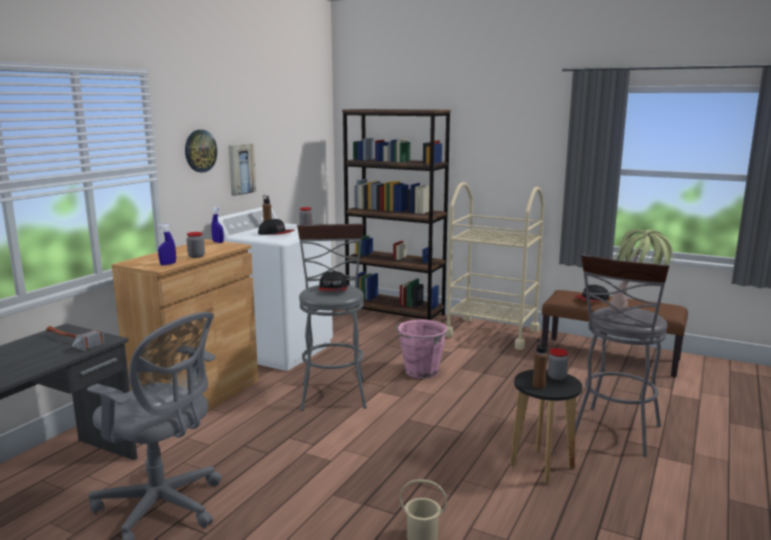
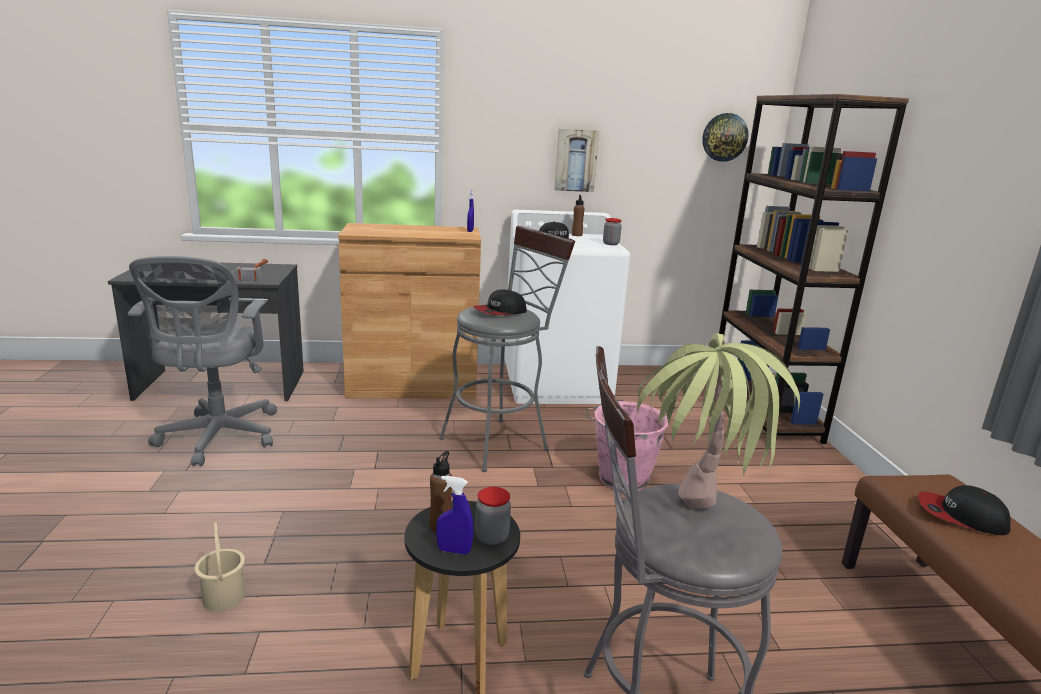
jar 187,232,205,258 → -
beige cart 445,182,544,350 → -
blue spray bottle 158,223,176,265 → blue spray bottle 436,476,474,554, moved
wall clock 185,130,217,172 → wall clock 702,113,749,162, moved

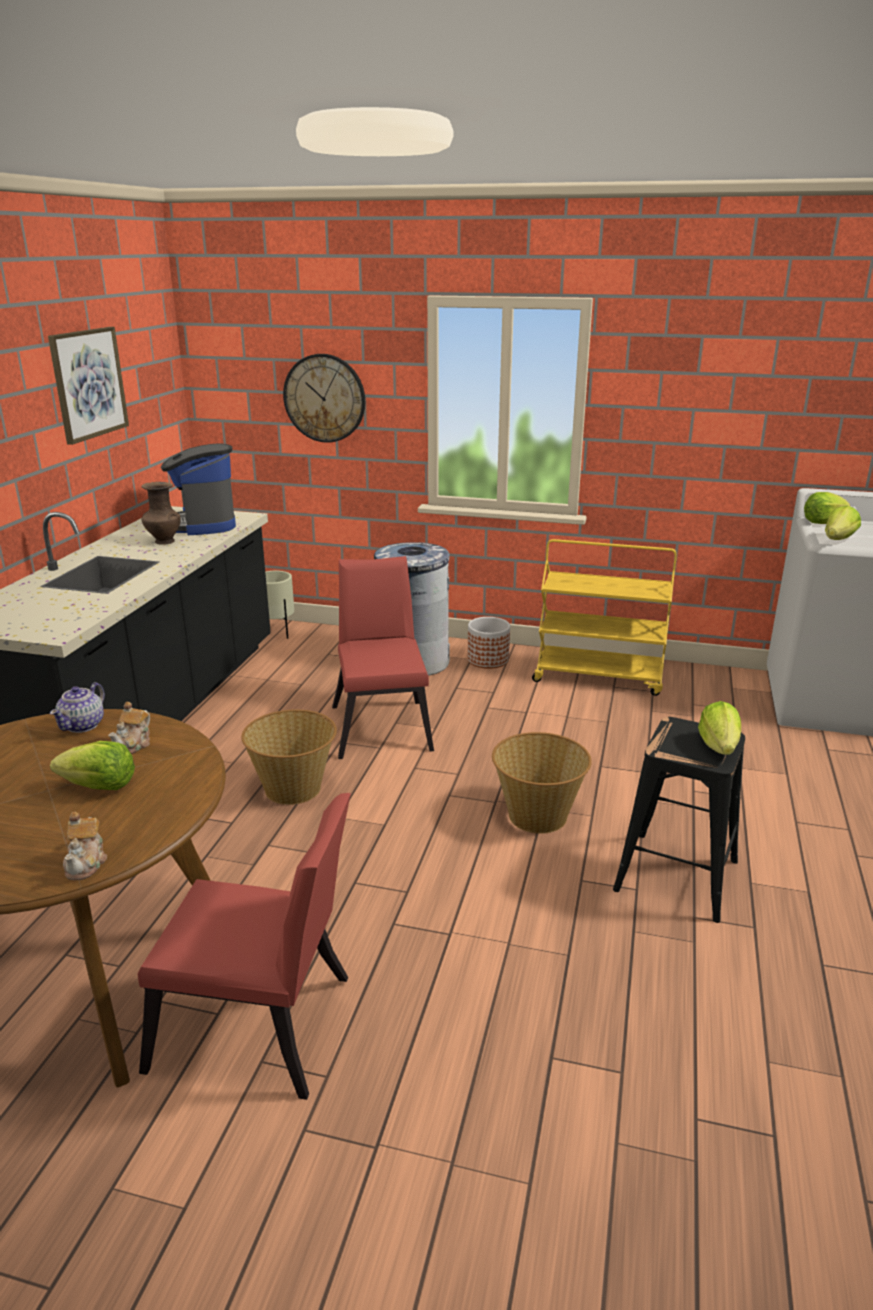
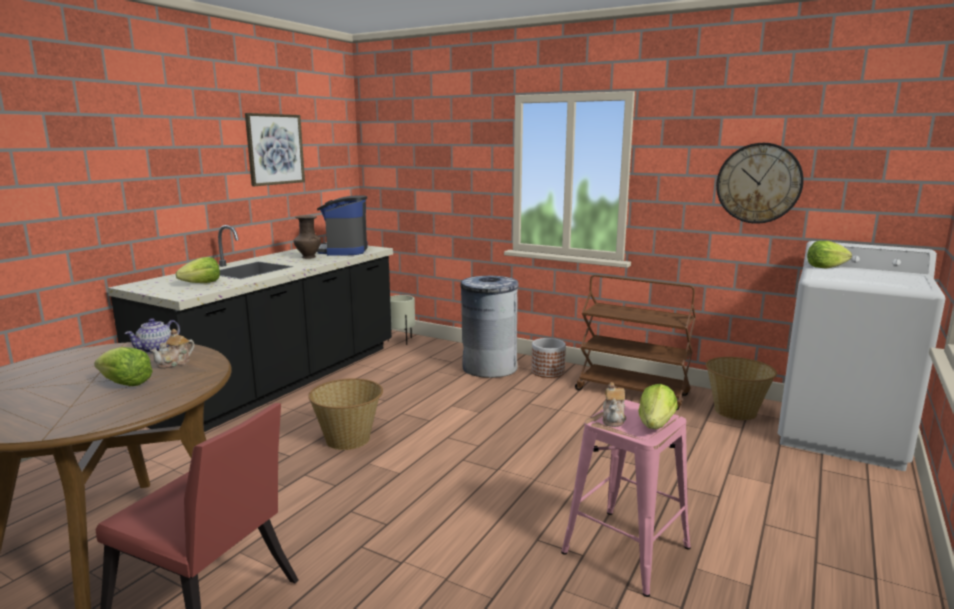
red chair 332,556,434,759 → -
teapot 63,812,107,880 → teapot 603,382,626,427, moved
wall clock 283,354,365,443 → wall clock 716,143,804,224, moved
basket 492,732,592,834 → basket 706,357,777,420, moved
lettuce 825,506,861,540 → lettuce 176,257,220,283, moved
yellow cart 532,539,677,696 → brown cart 575,275,696,410
black stool 613,717,745,923 → pink stool 561,400,691,597

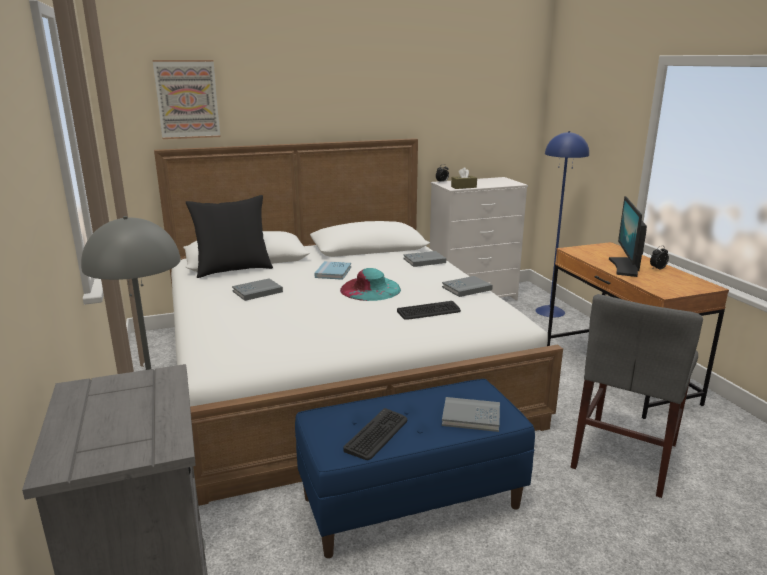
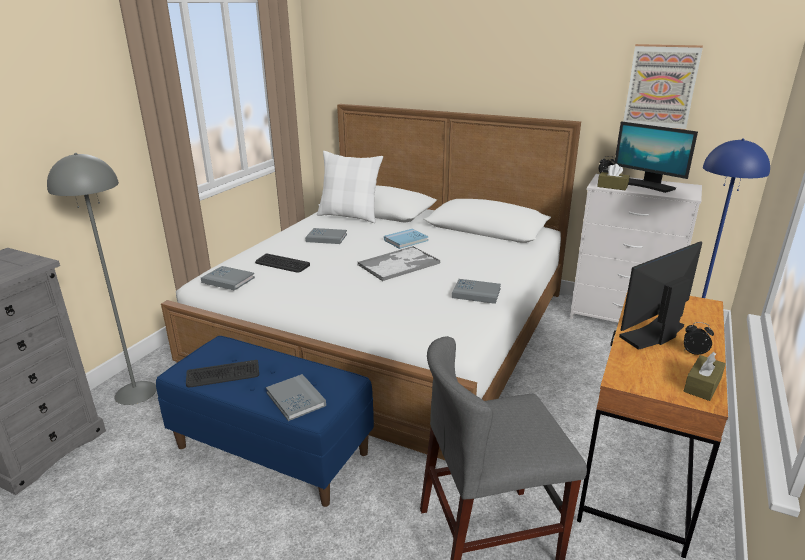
- → monitor 614,121,698,193
- → brown tissue box 684,352,726,401
picture 153,60,220,139 → picture 623,44,703,130, moved
keyboard 397,301,461,320 → keyboard 255,254,310,273, moved
grey book 403,251,446,267 → grey book 201,266,255,291, moved
turquoise hat 340,268,401,301 → tray 357,246,440,281
black pillow 186,195,273,278 → white pillow 317,151,383,223

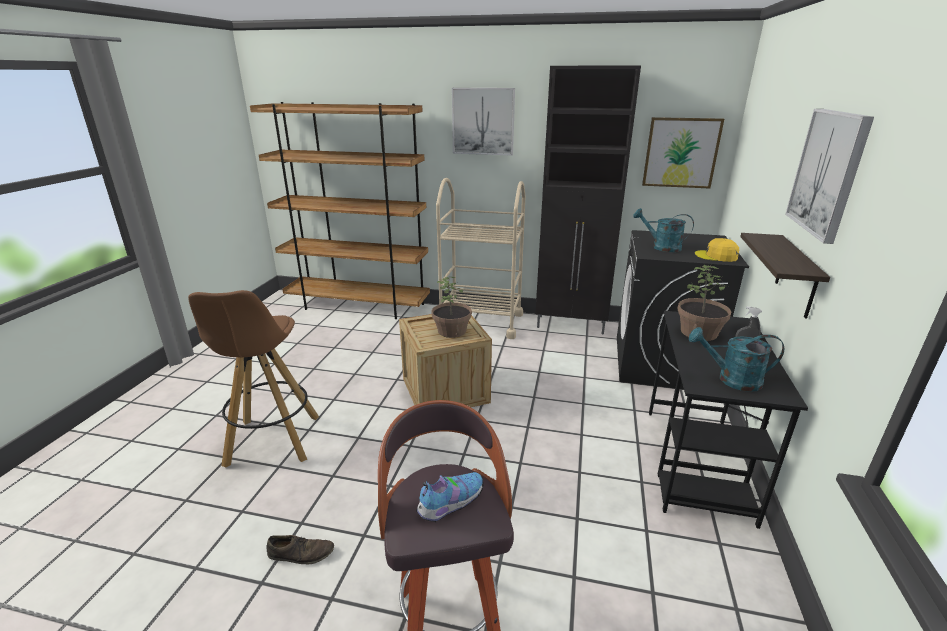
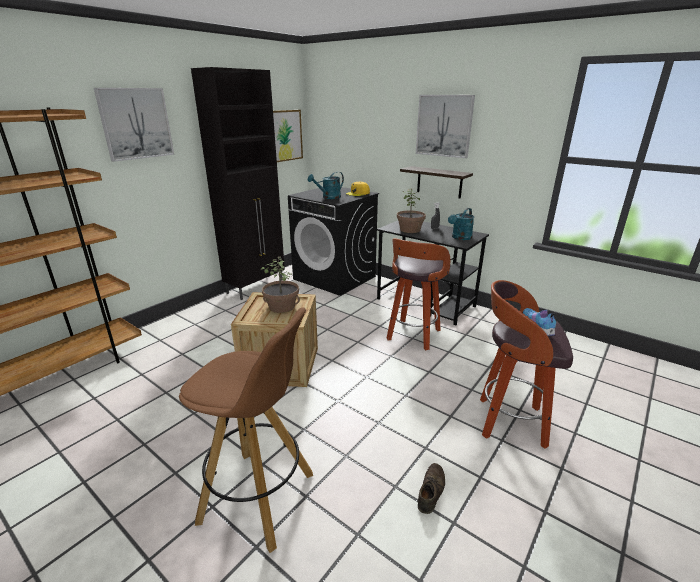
beige cart 436,178,526,339 → -
- → stool 386,238,451,350

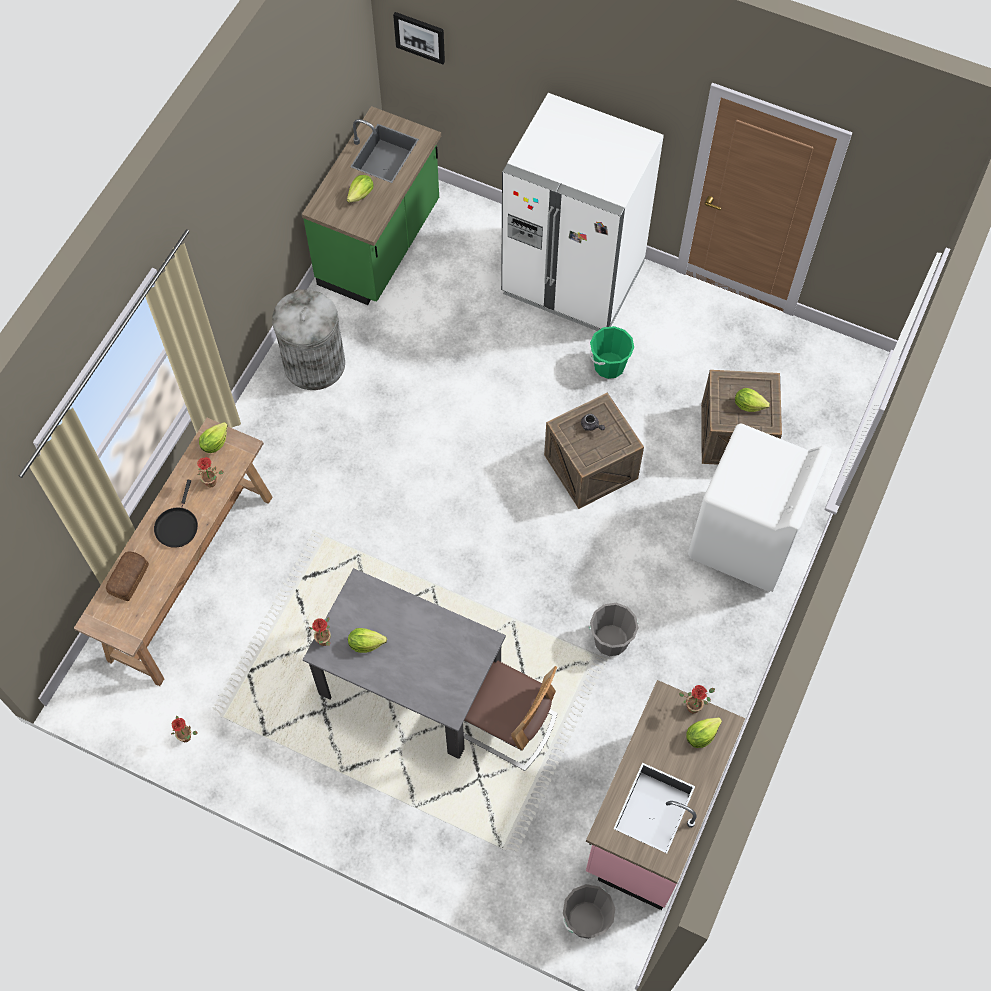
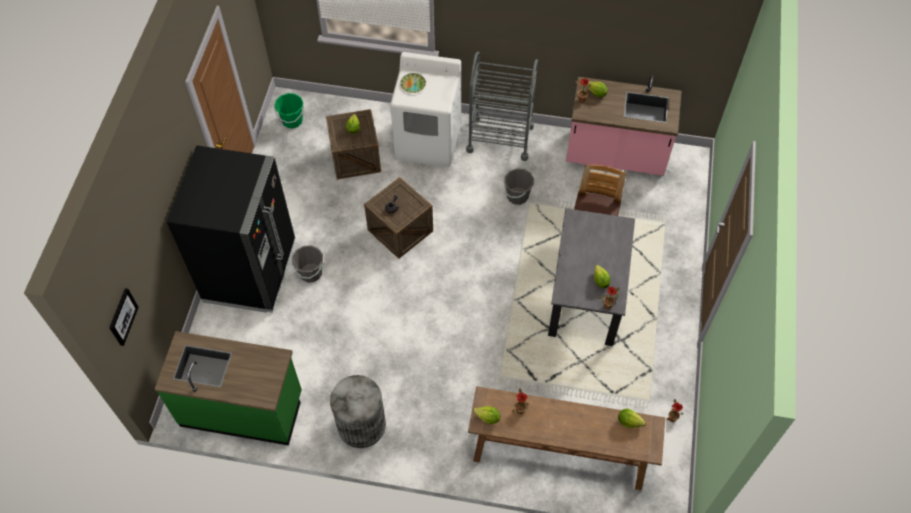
bread 106,551,149,601 → -
black frying pan 154,480,198,548 → -
- → plate 400,73,426,93
- → grey cart 466,52,538,161
lettuce 347,175,374,203 → lettuce 618,408,646,428, moved
grey bucket 562,884,615,939 → grey bucket 292,245,323,283, moved
green bucket 590,326,634,379 → green bucket 274,93,304,128, moved
white fridge 501,93,664,331 → black fridge 167,145,295,313

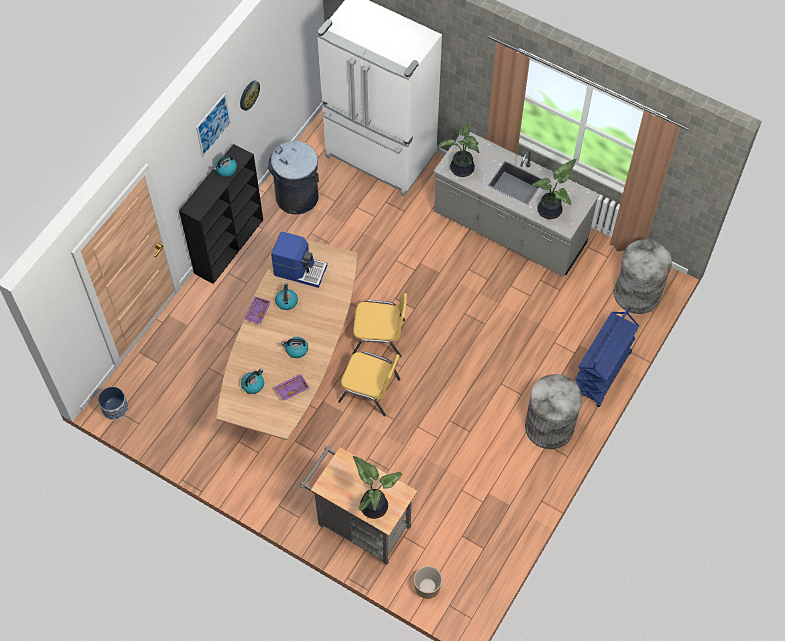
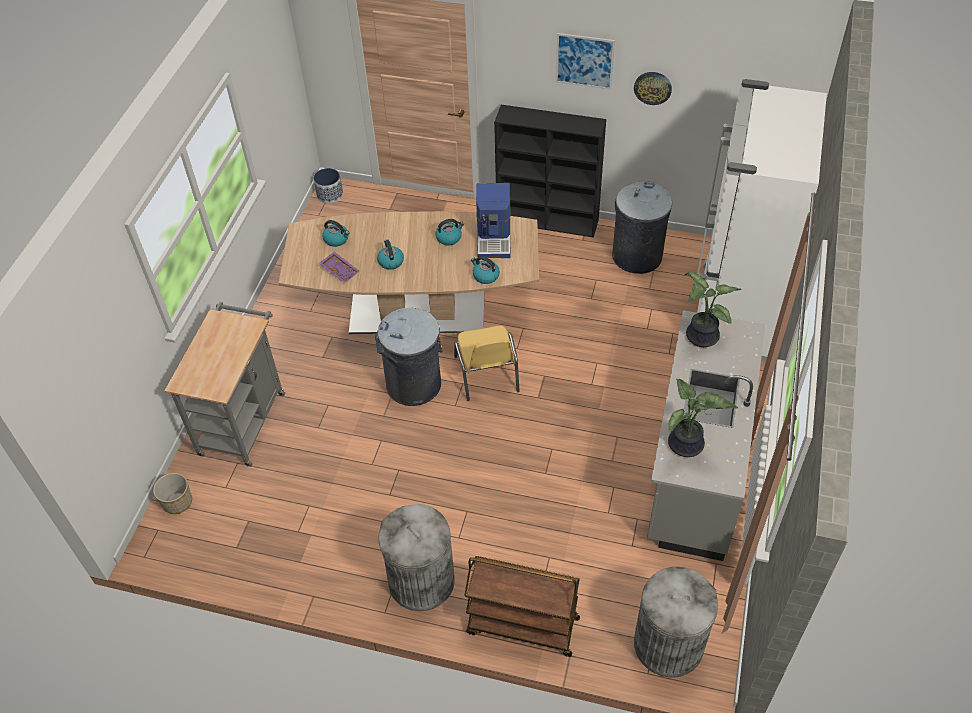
purple tray 244,296,271,324 → -
potted plant 353,456,402,519 → -
kettle 213,155,237,177 → kettle 471,256,500,284, moved
yellow chair 338,351,401,416 → grey trash can 375,308,442,406
blue cart 575,307,639,407 → brown cart 464,556,580,657

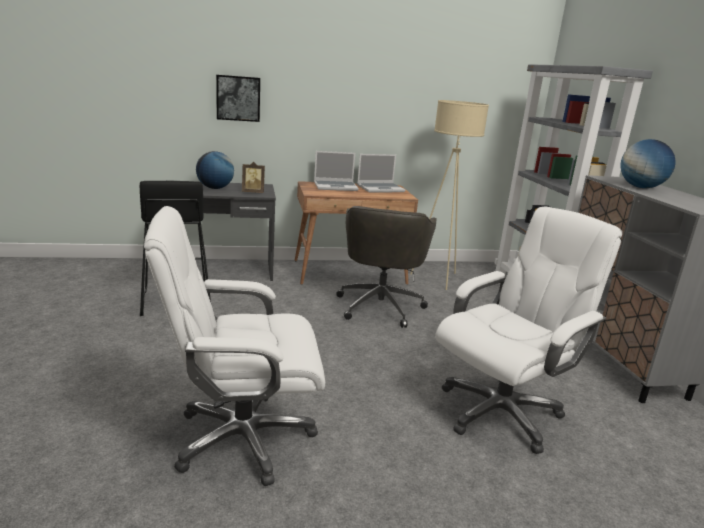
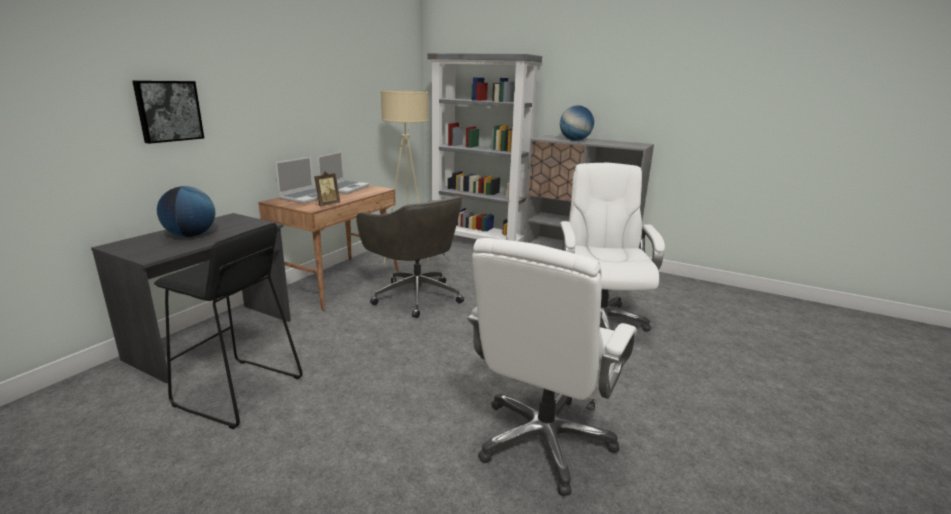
picture frame 242,162,265,193 → picture frame 314,171,340,206, moved

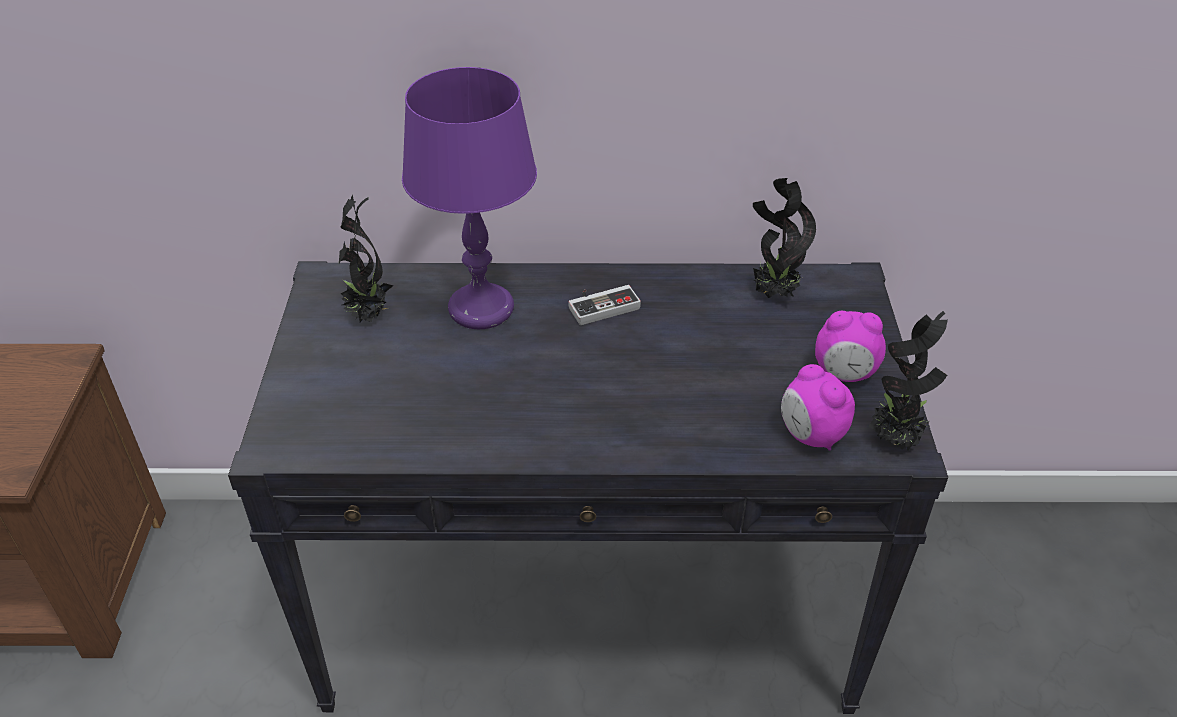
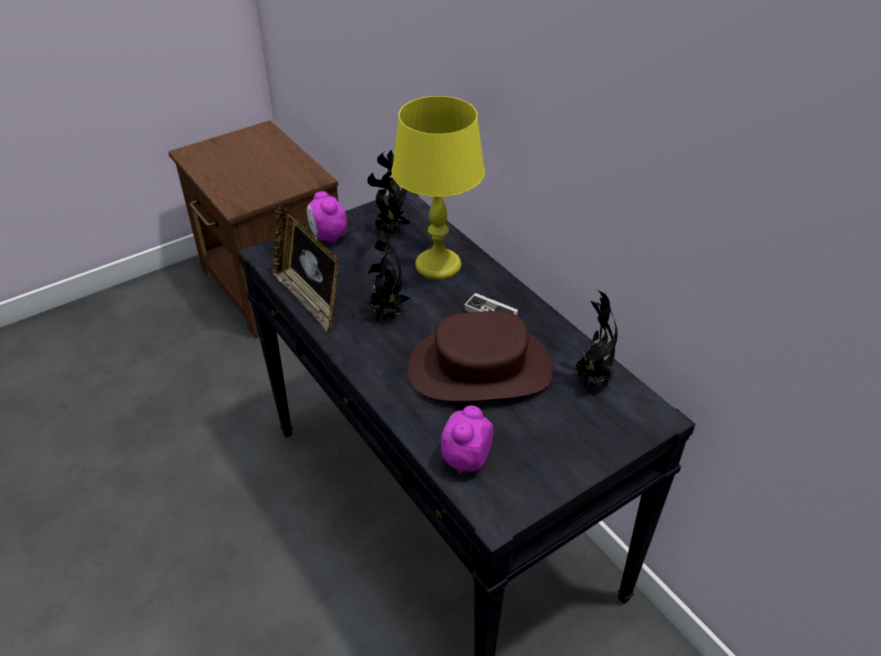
- → picture frame 272,205,339,332
- → brown hat 408,311,554,402
alarm clock 815,311,886,382 → alarm clock 307,191,347,244, moved
potted plant 869,311,948,452 → potted plant 368,229,411,321, moved
purple table lamp 402,67,537,329 → yellow table lamp 391,96,485,280

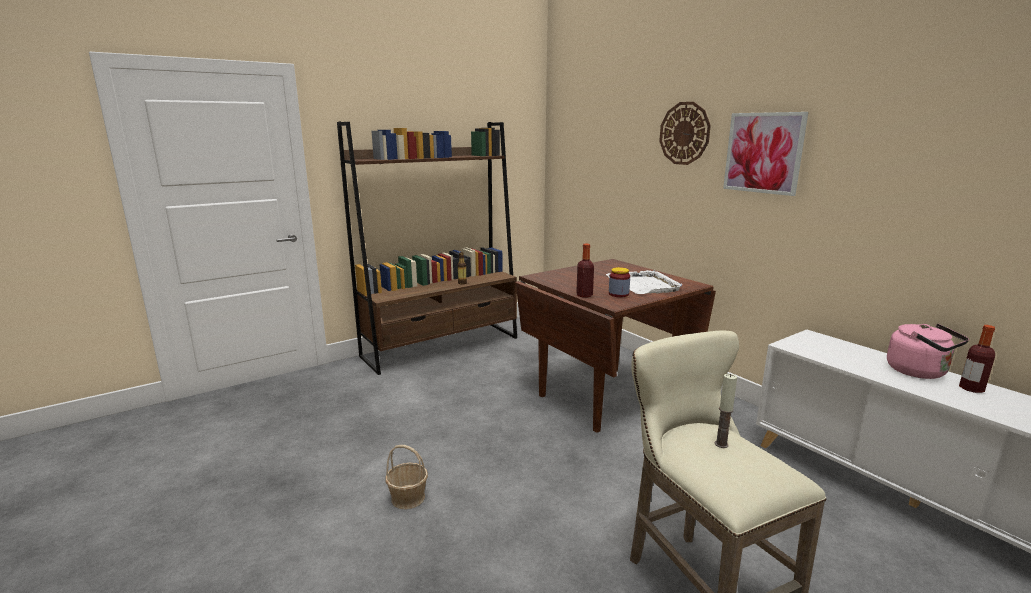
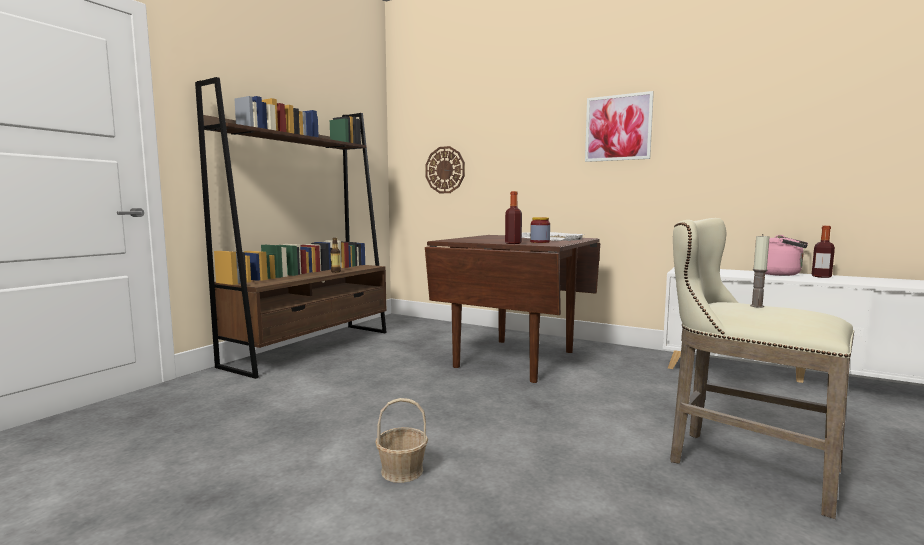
wall clock 659,102,711,165 → wall clock 425,146,465,193, moved

